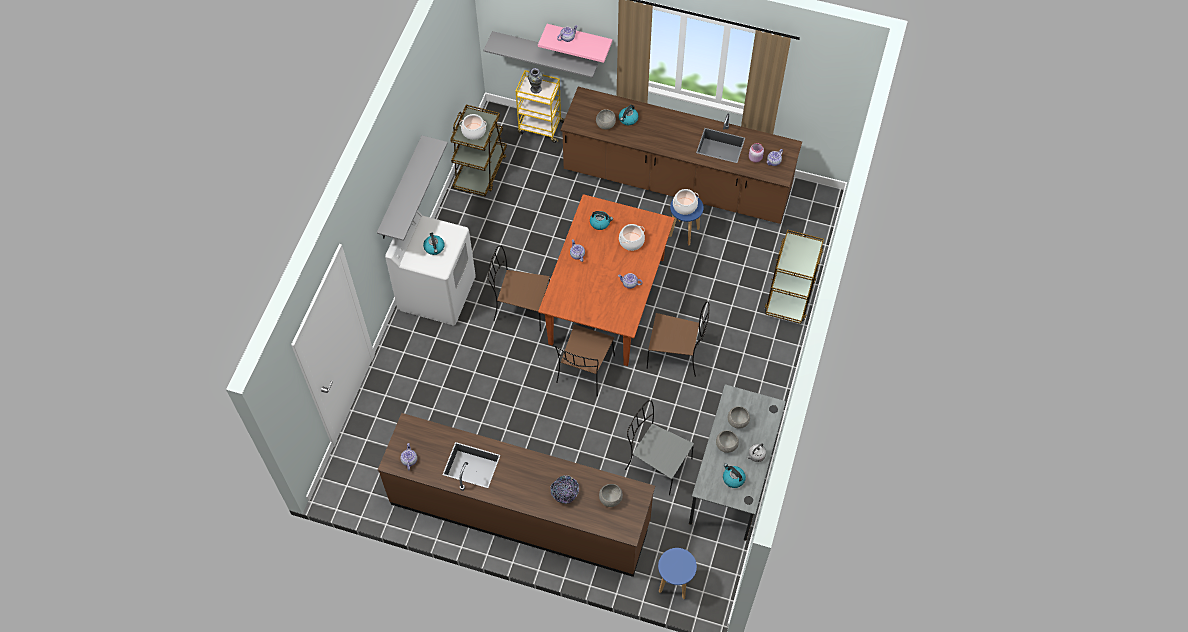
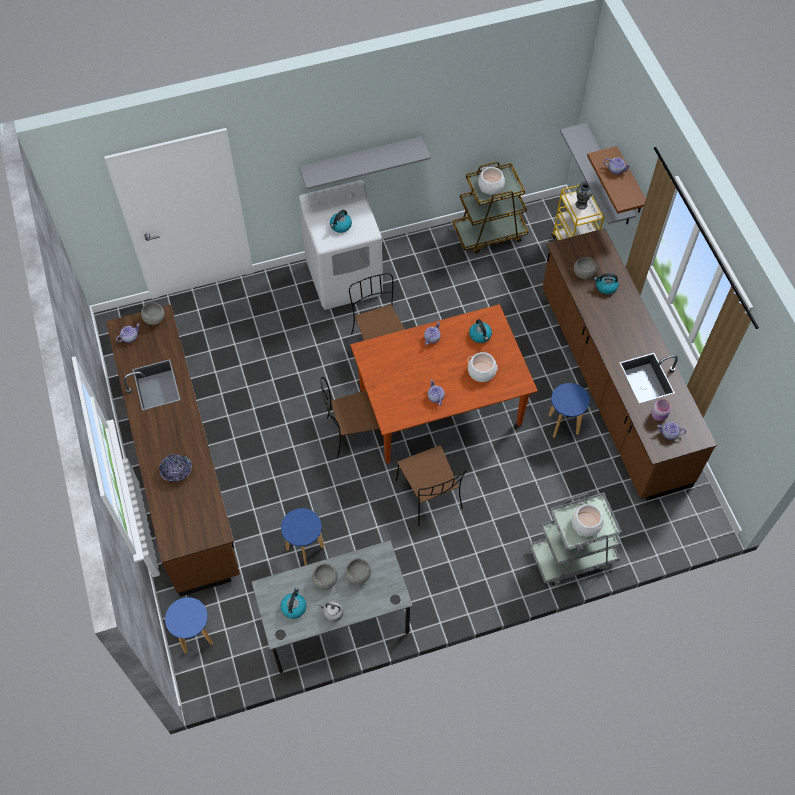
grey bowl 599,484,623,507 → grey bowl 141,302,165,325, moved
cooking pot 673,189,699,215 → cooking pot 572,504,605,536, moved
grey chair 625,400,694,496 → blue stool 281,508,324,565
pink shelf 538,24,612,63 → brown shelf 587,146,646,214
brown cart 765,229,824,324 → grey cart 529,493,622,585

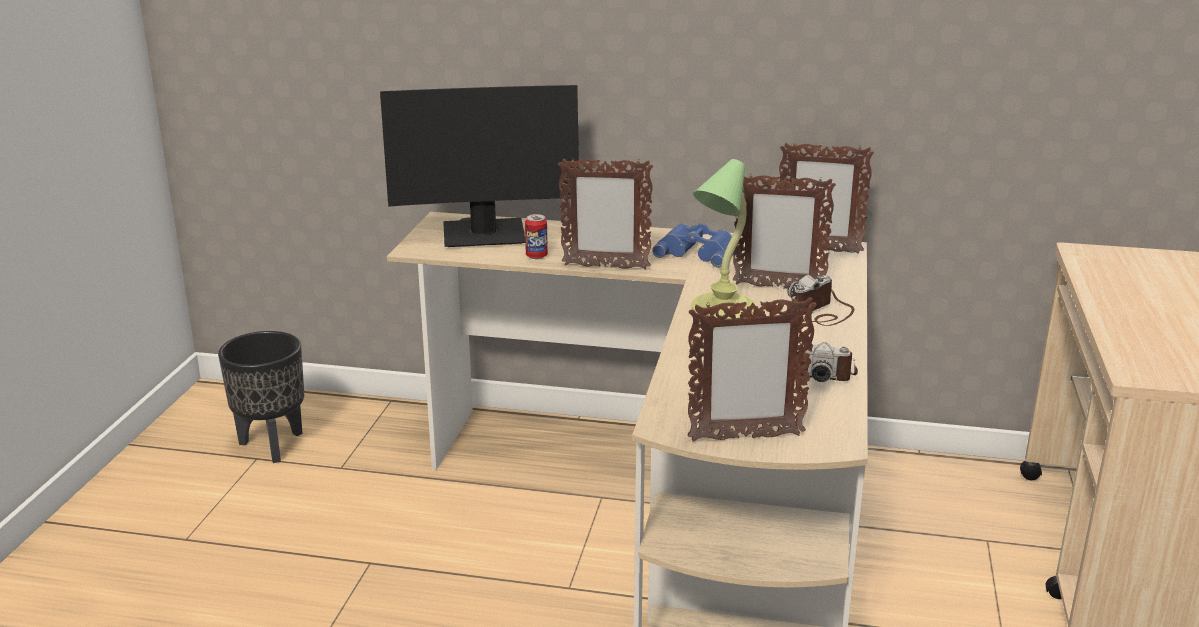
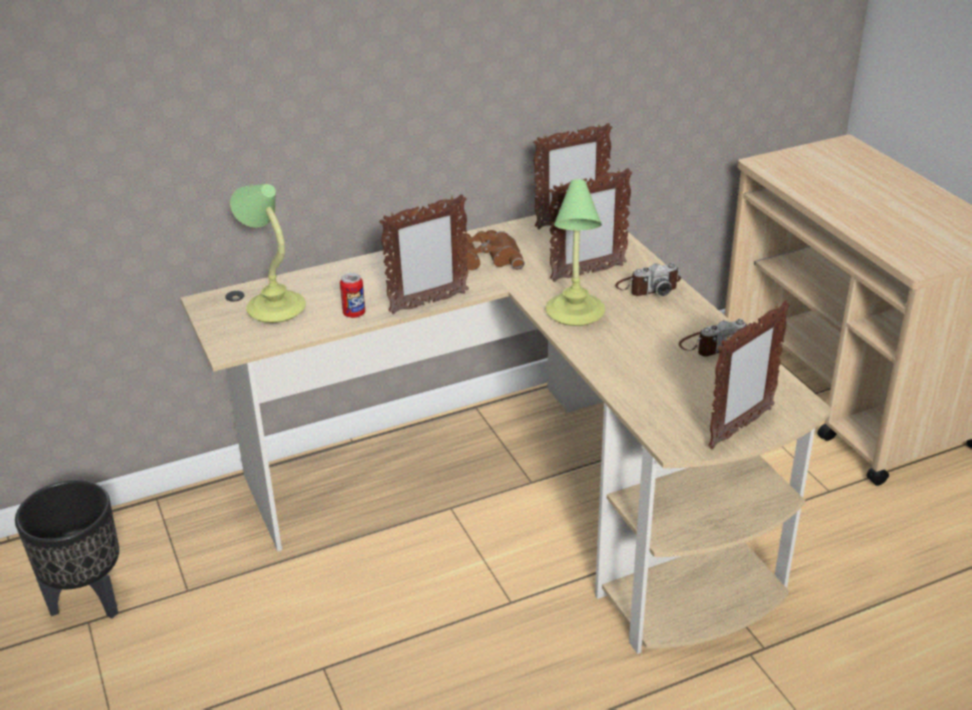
monitor 380,85,579,247 → table lamp 230,184,306,323
blue binoculars 652,223,739,268 → brown binoculars 458,230,525,276
photo camera 787,274,855,326 → photo camera 615,263,681,296, 120 degrees counterclockwise

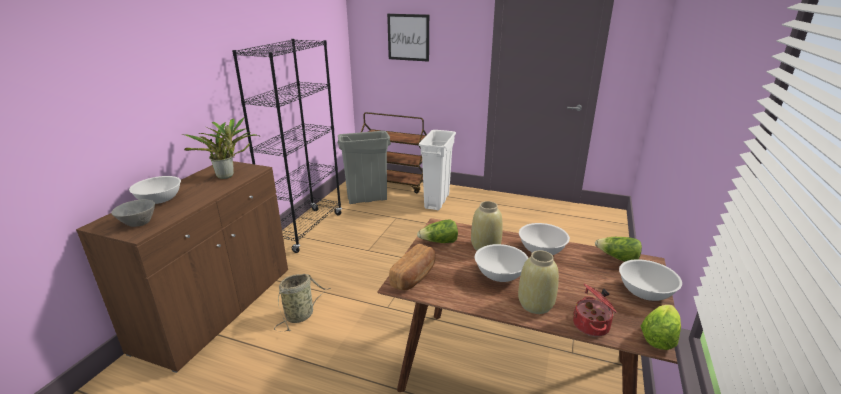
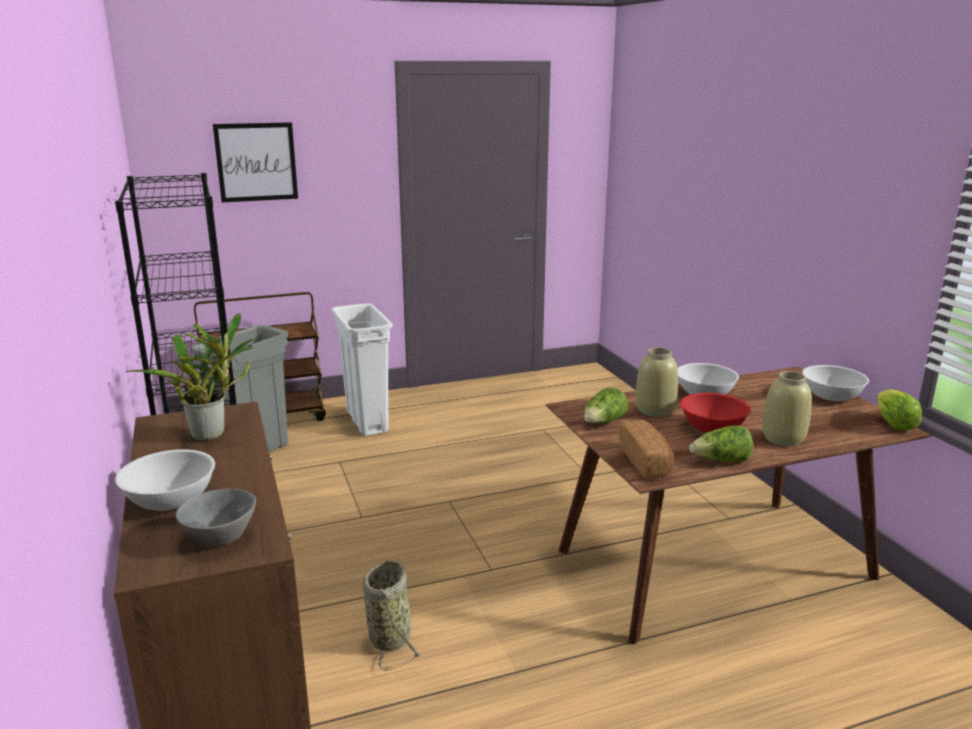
cooking pot 573,284,617,337 → -
lettuce 595,237,642,262 → lettuce 689,425,753,462, moved
white bowl 475,244,528,282 → red bowl 680,393,751,432

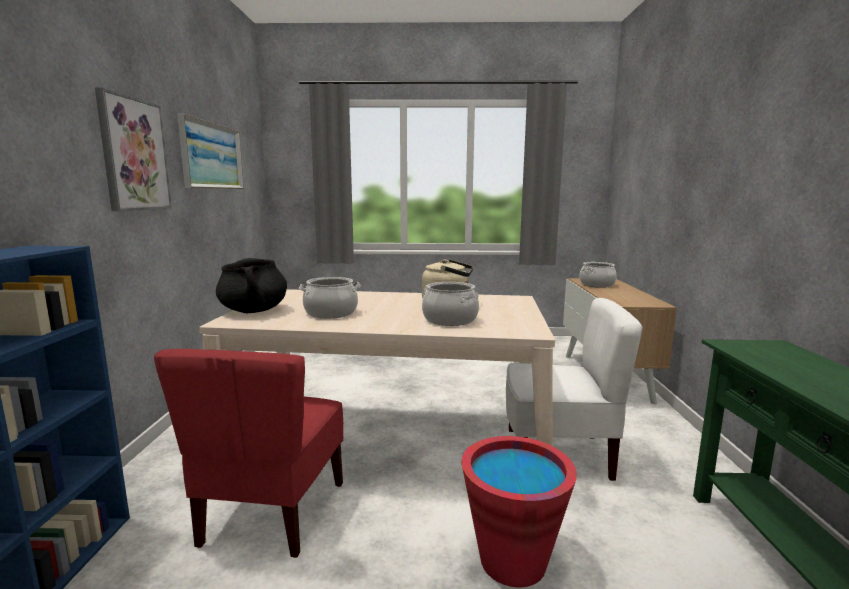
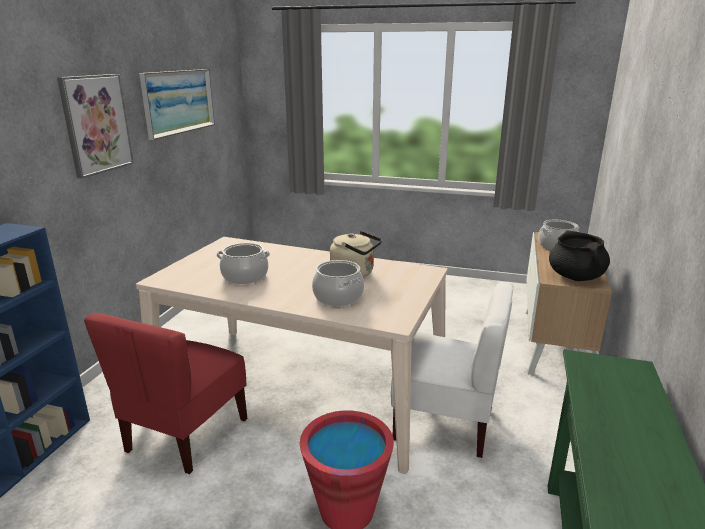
black cooking pot 216,258,287,313 → black cooking pot 549,231,610,281, moved

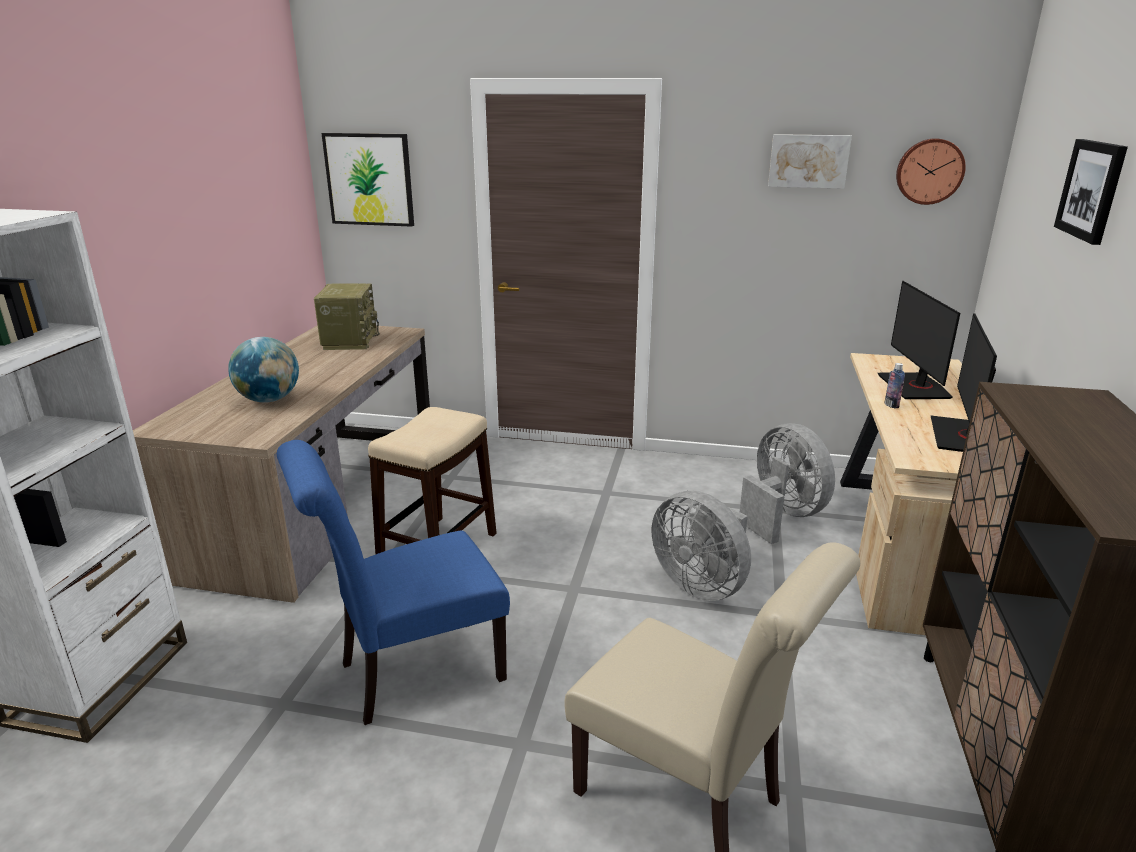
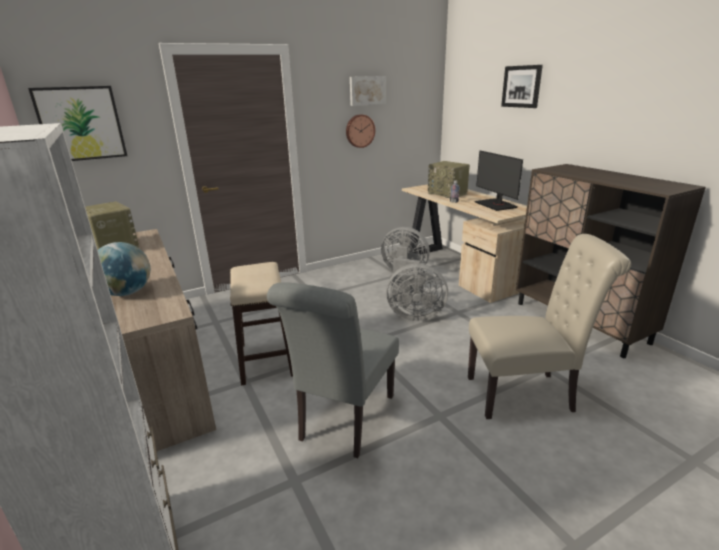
wall clock 896,138,966,205 → wall clock 346,114,375,148, moved
monitor 878,281,960,399 → radio 428,161,470,198
blue chair 277,440,510,725 → grey chair 267,282,399,458

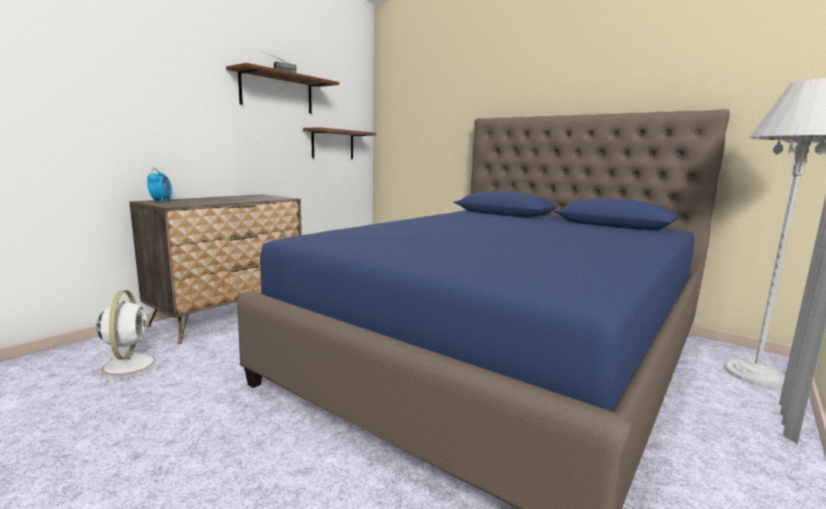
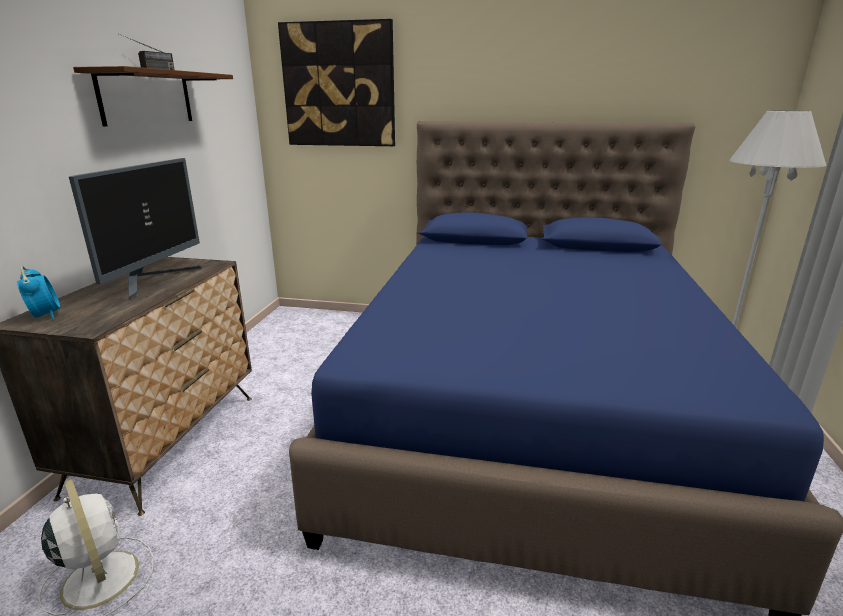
shelf 303,127,376,159 → -
- → monitor 69,158,201,300
- → picture 278,19,395,146

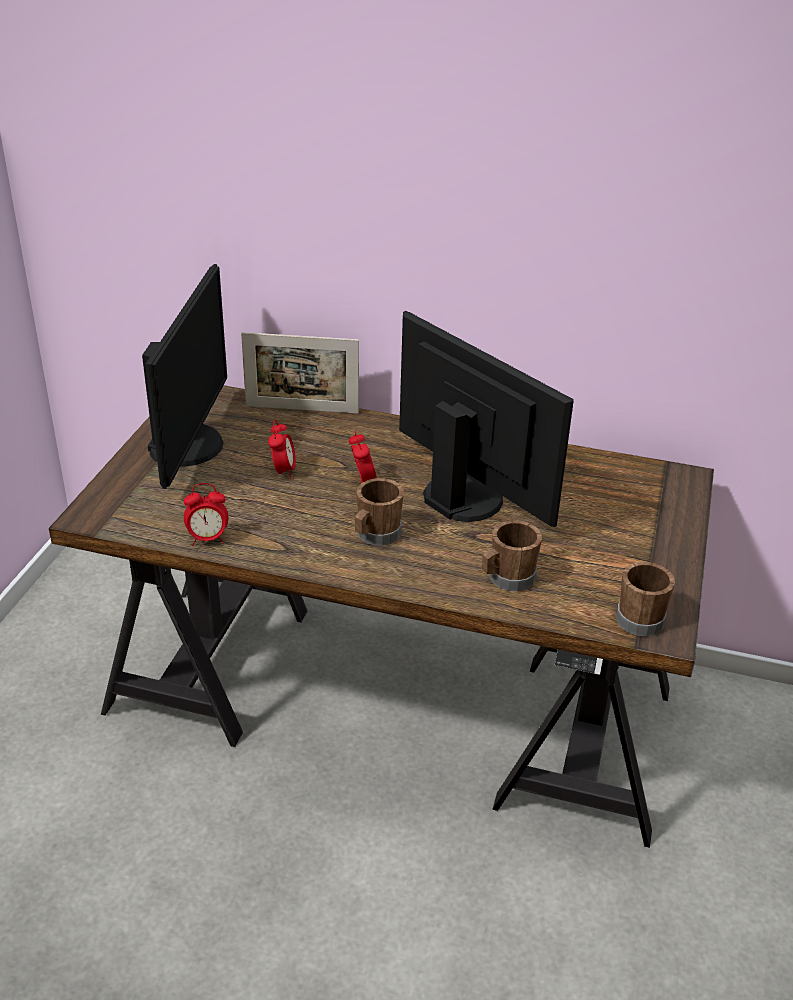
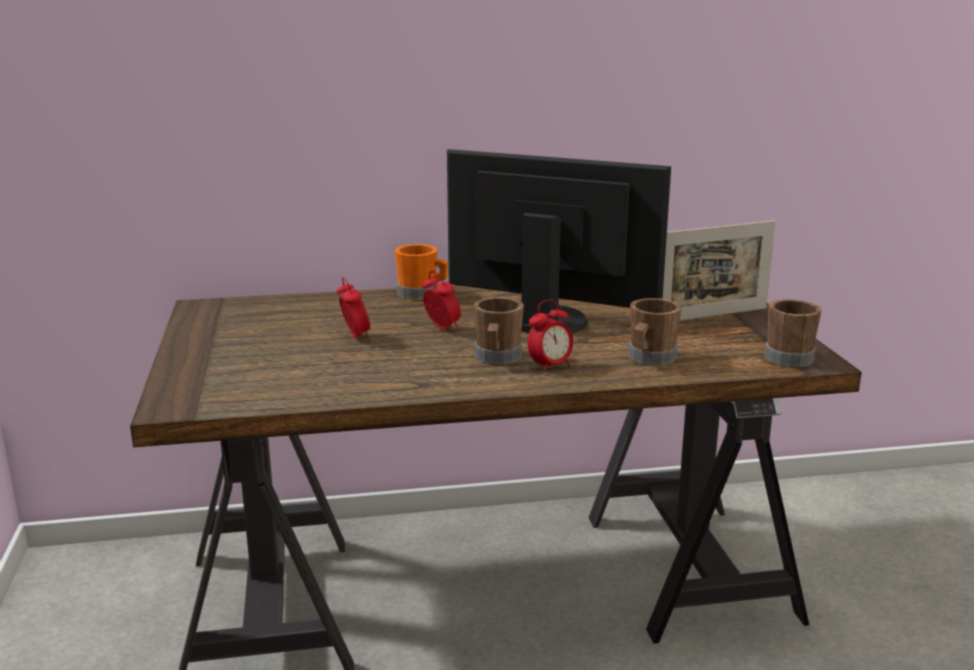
monitor 142,264,227,489 → -
- → orange mug 395,244,448,300
alarm clock 184,483,229,546 → alarm clock 527,299,573,373, moved
picture frame 241,332,359,414 → picture frame 663,221,775,321, moved

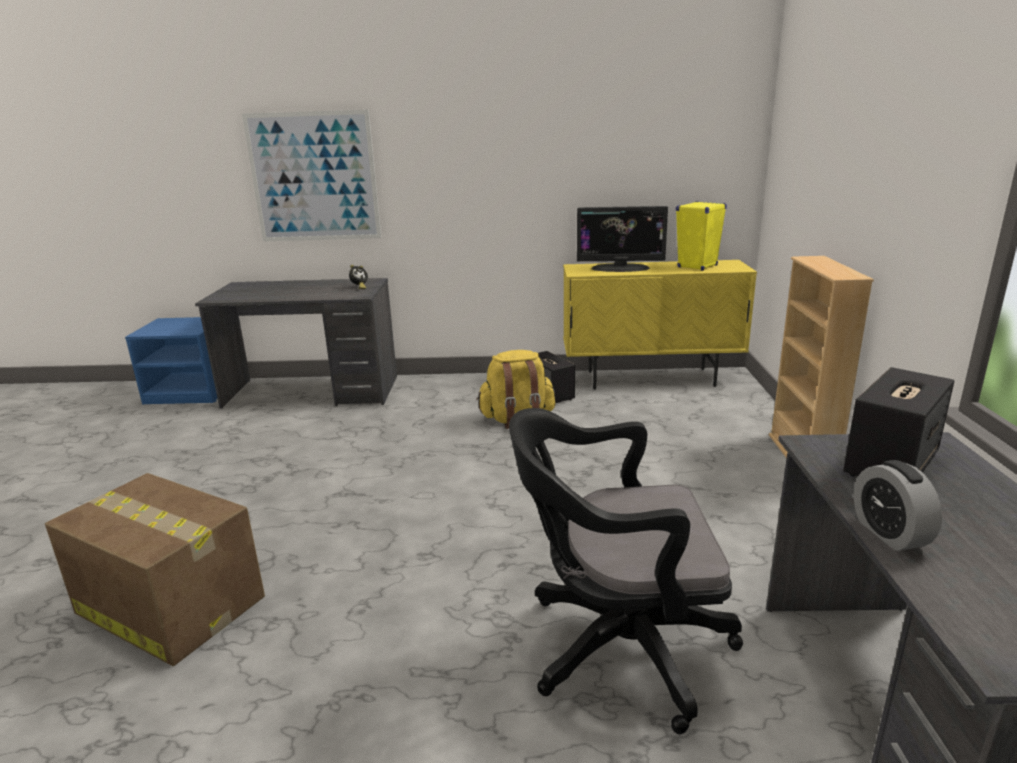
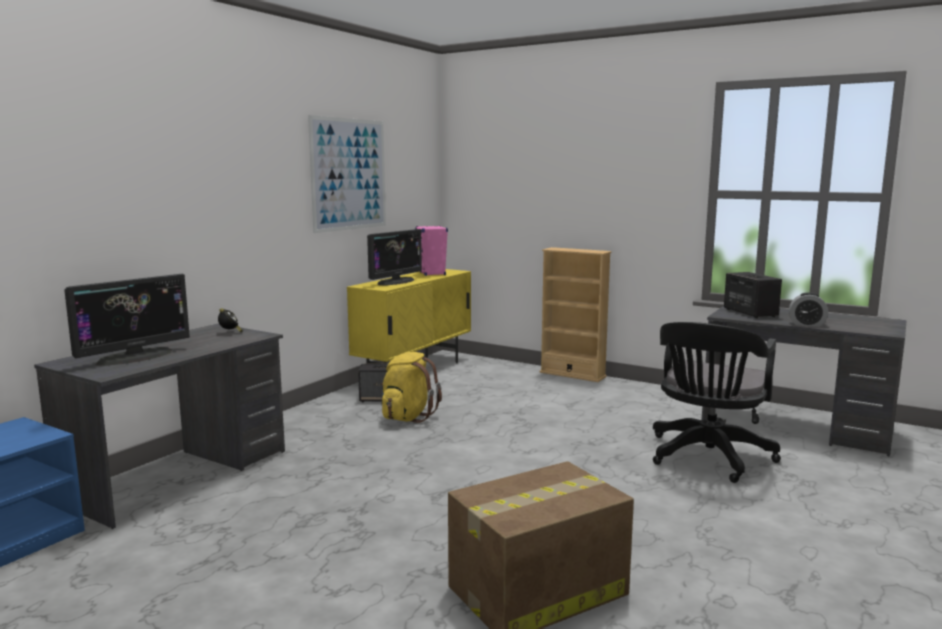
- → monitor 64,274,190,366
picture 242,109,381,241 → picture 308,115,386,233, moved
yellow speaker 676,201,727,271 → pink speaker 415,226,448,276

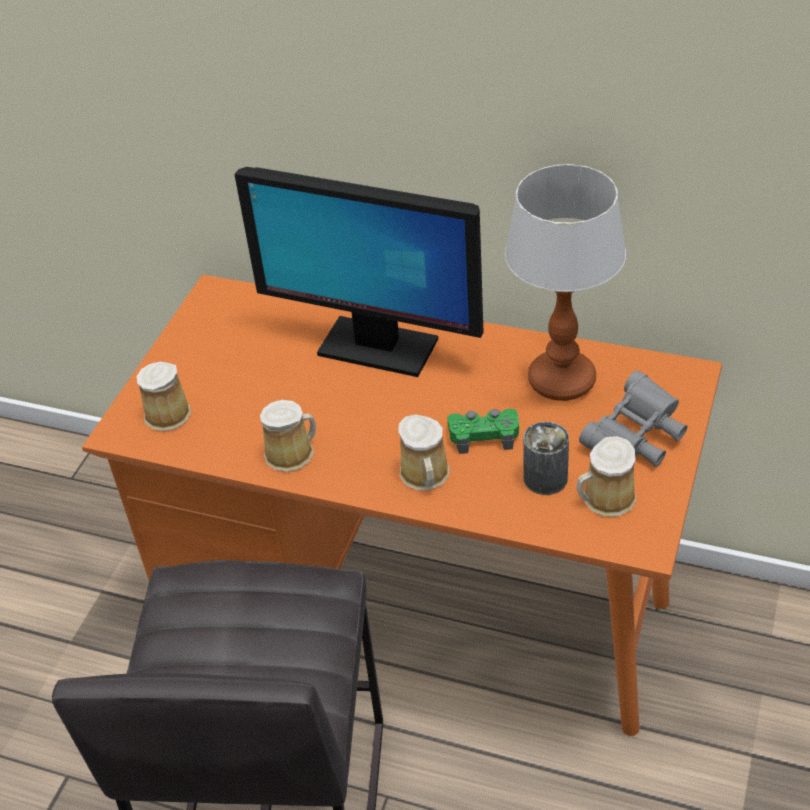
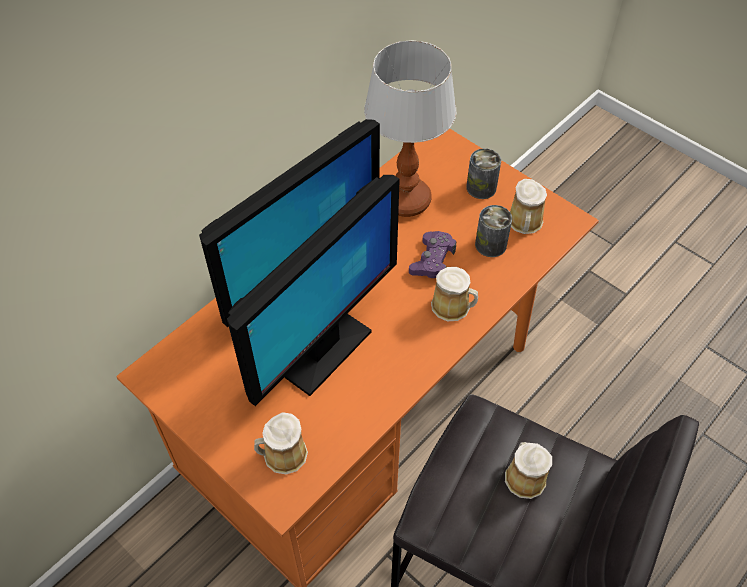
- → monitor 227,175,400,406
mug 260,400,316,472 → mug 505,442,552,499, moved
grey binoculars 579,371,687,467 → can 466,148,501,199
green game controller 447,409,519,454 → purple game controller 409,231,456,278

